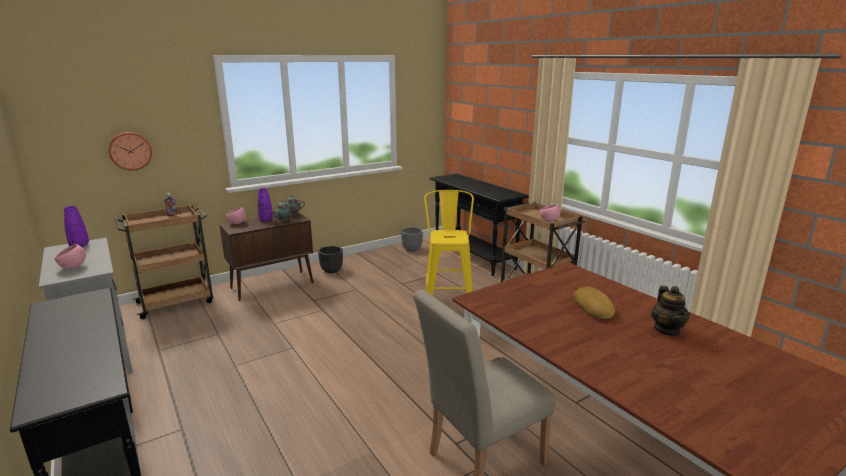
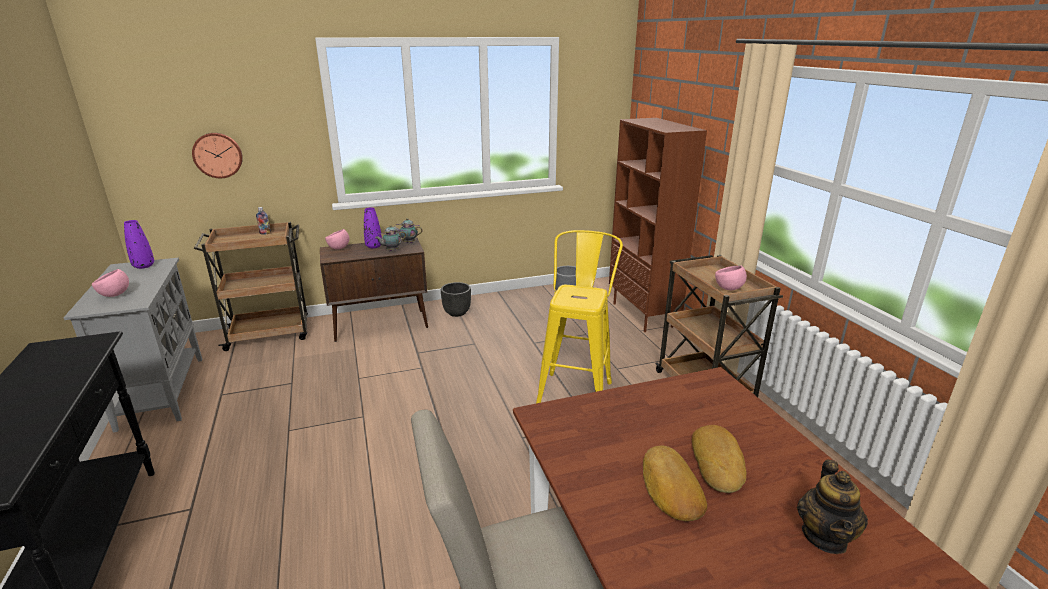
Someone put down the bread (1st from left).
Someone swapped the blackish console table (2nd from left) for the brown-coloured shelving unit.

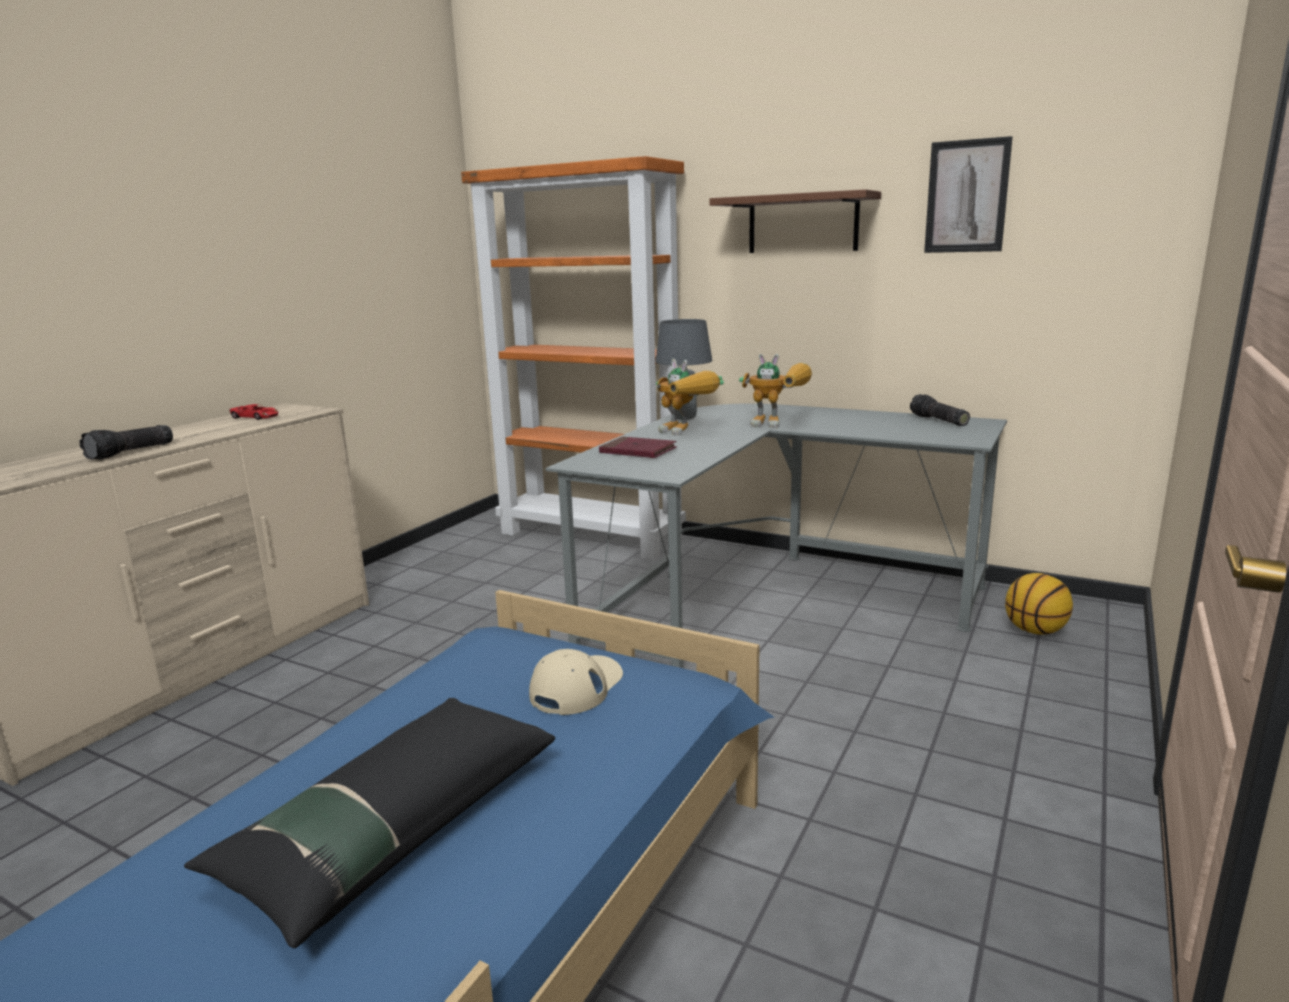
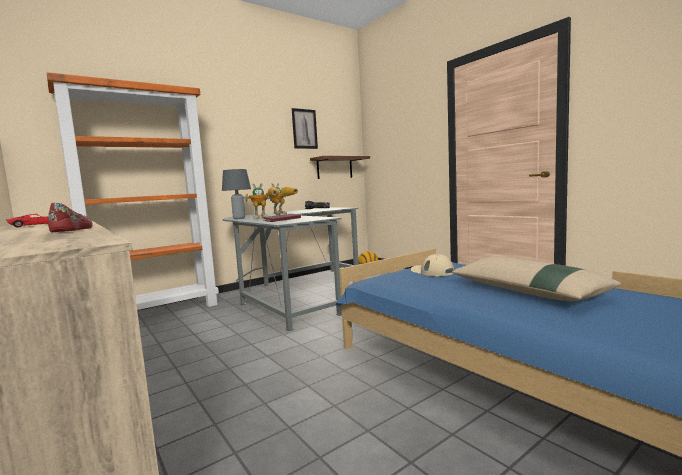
Someone carried the brown-coloured bracket shelf.
Someone swapped the torch (1st from left) for the reddish item of footwear.
Someone repainted the blackish pillow, which became the beige pillow.

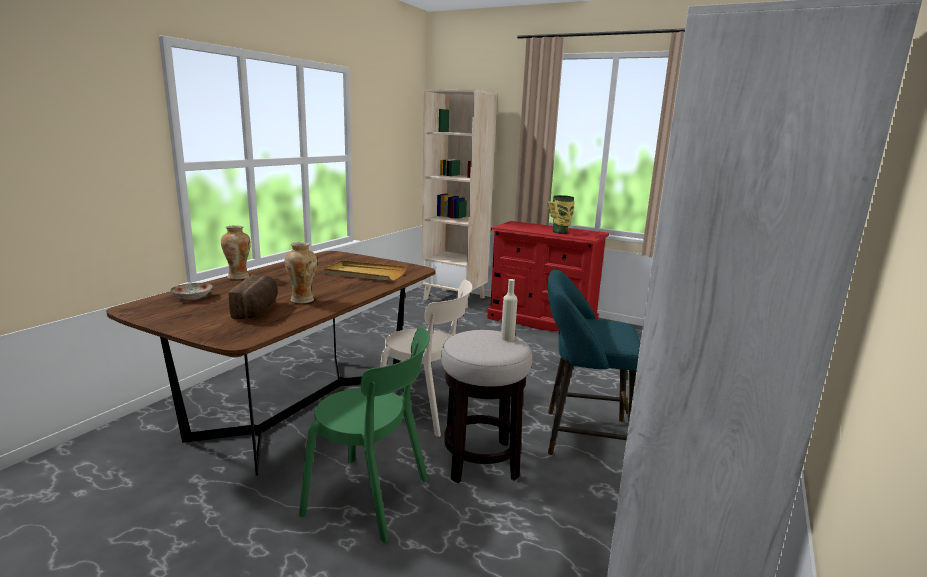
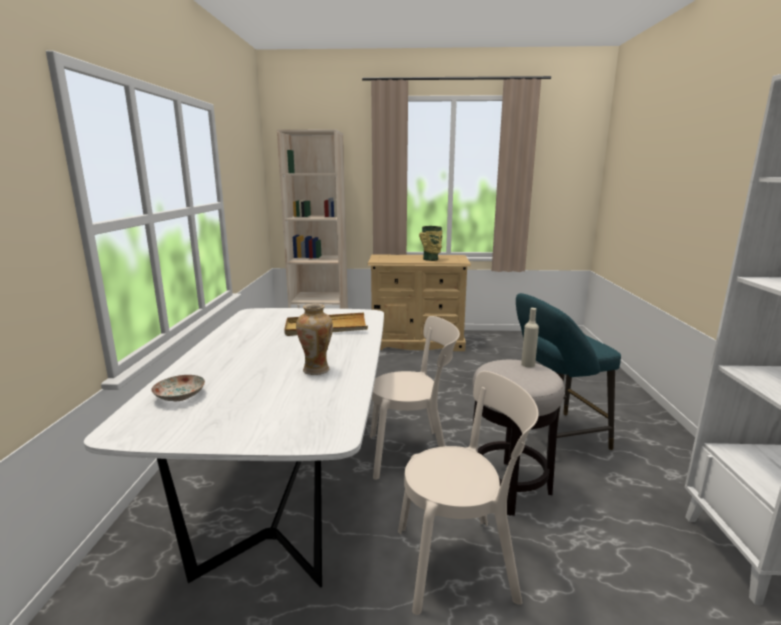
Someone took away the flower vase (1st from left).
Someone took away the bread.
Someone repainted the brown-coloured dinner table, which became the white dinner table.
Someone repainted the green upright chair, which became the beige upright chair (2nd from left).
Someone repainted the reddish drawer chest, which became the beige drawer chest.

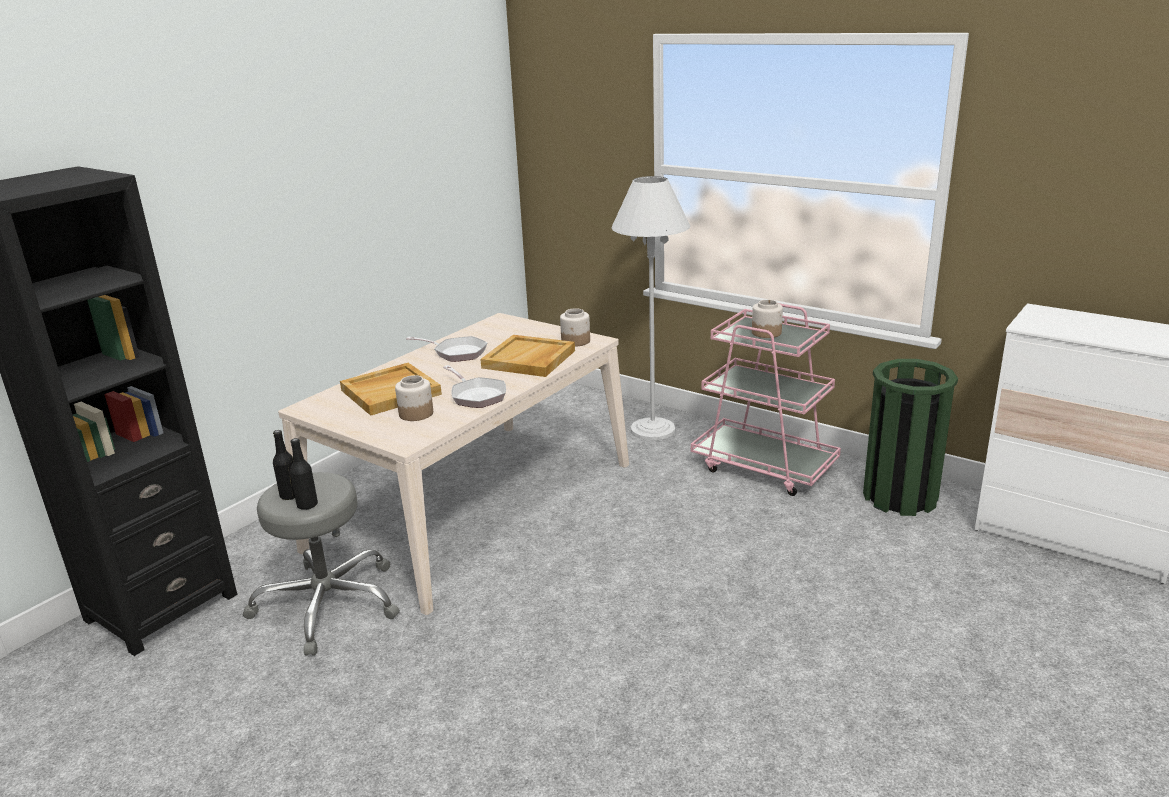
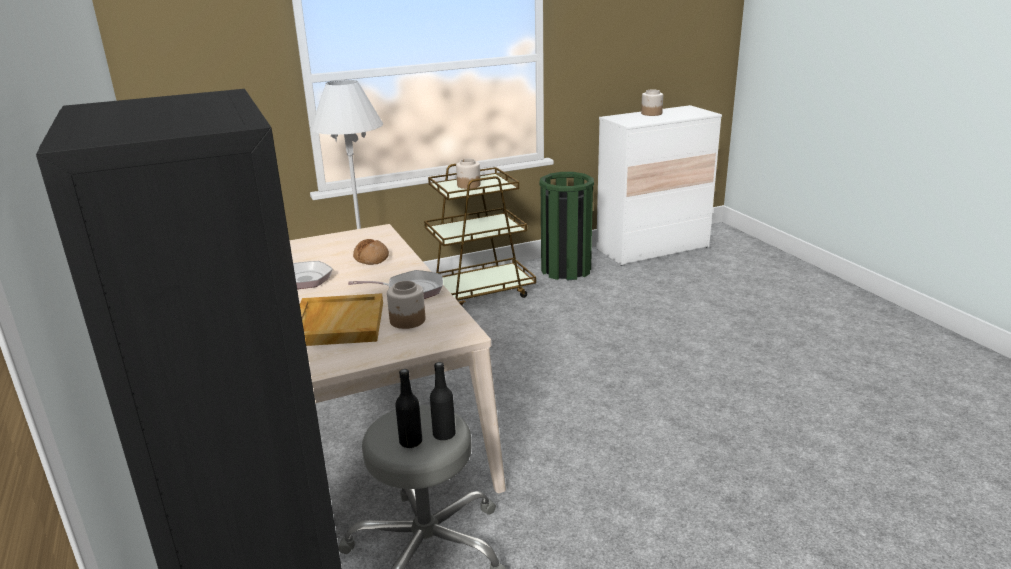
Someone carried the jar (2nd from left in the first image).
Someone swapped the beige carrying tray (2nd from left) for the bread.
Someone repainted the pink-coloured wheeled cart, which became the brown-coloured wheeled cart.

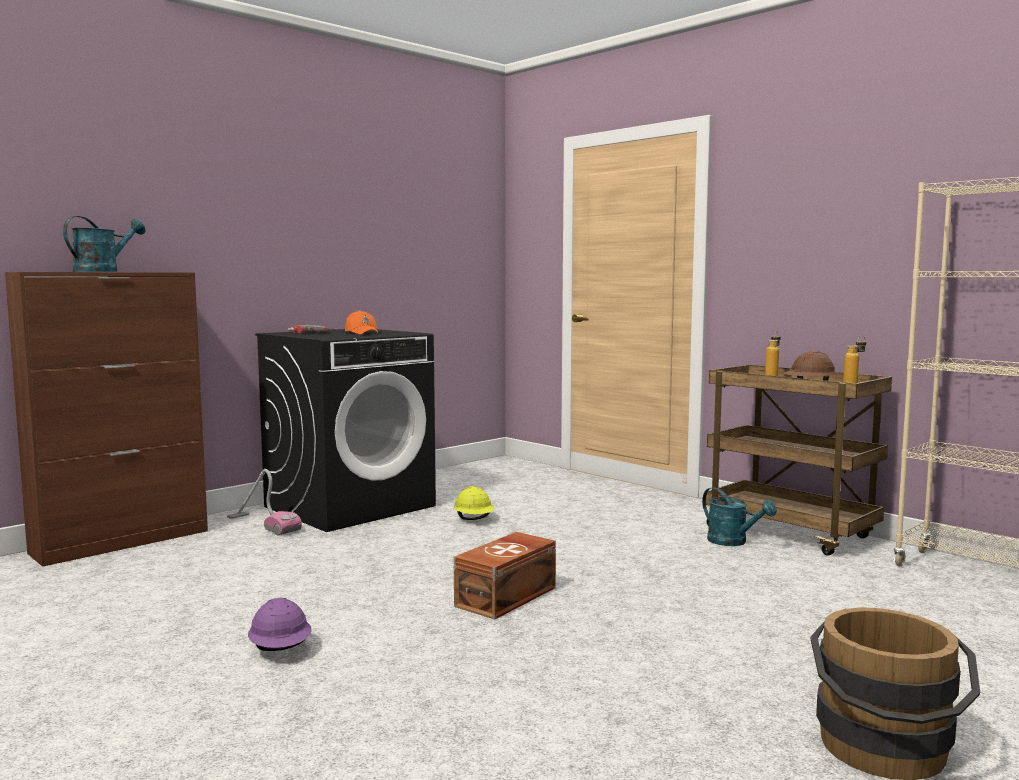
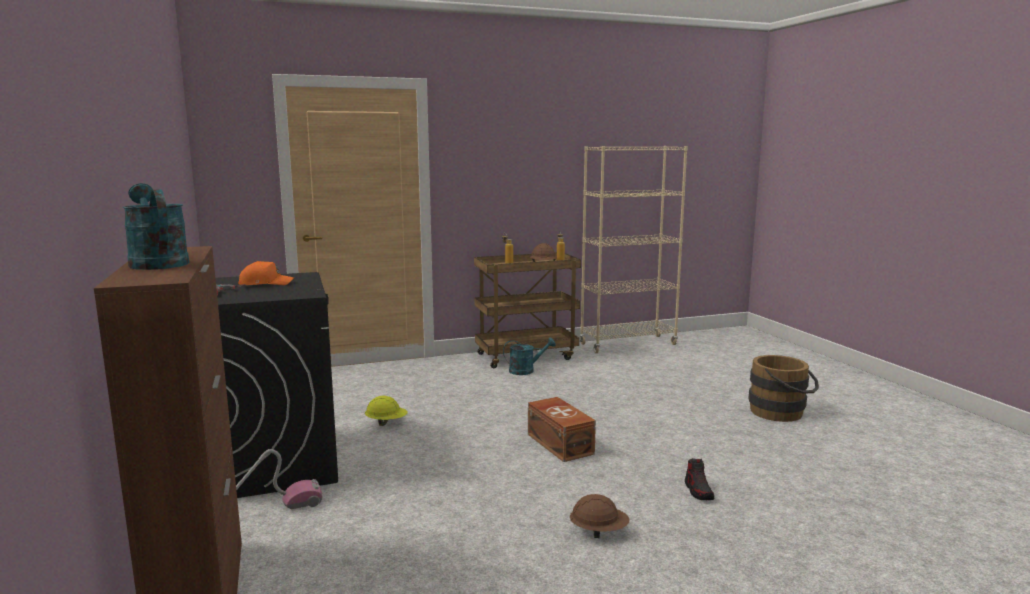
Someone put down the item of footwear.
Someone repainted the purplish safety helmet, which became the brown-coloured safety helmet (2nd from left).

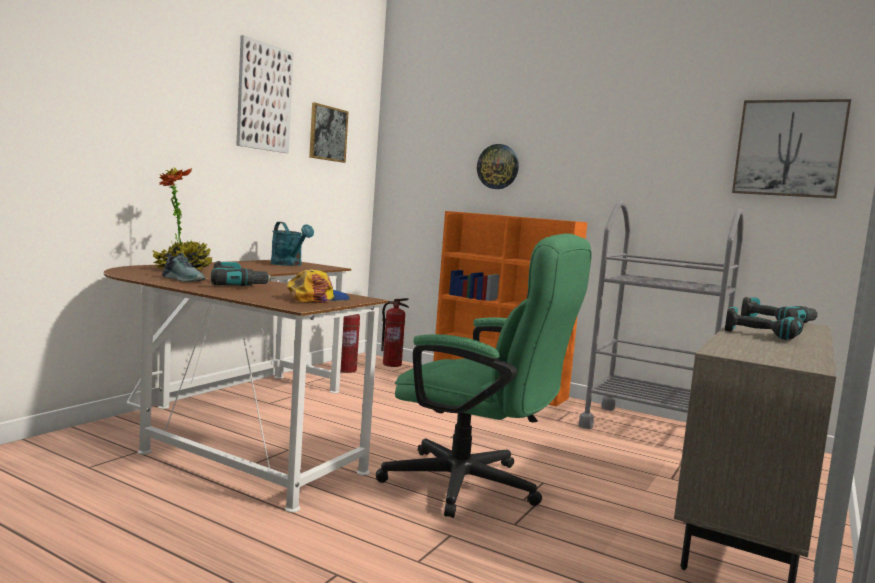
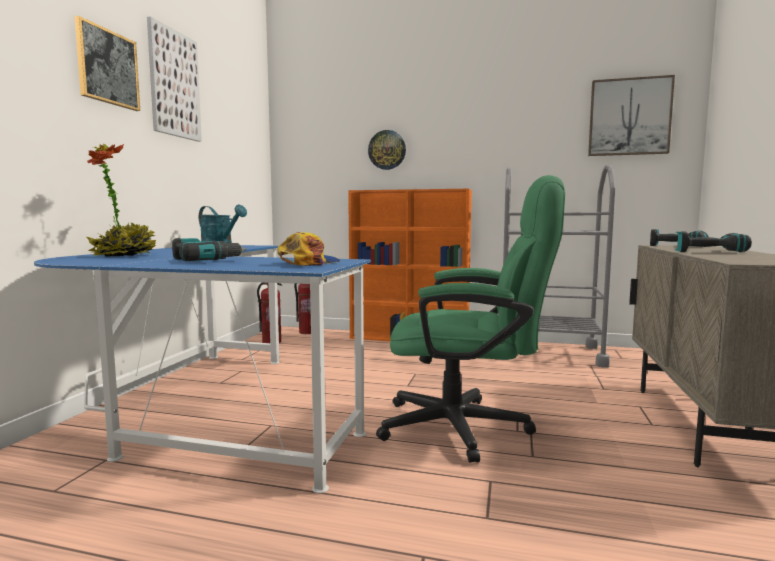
Someone took away the item of footwear.
Someone carried the wall art (2nd from left in the first image).
Someone repainted the brown-coloured desk table, which became the blue-coloured desk table.

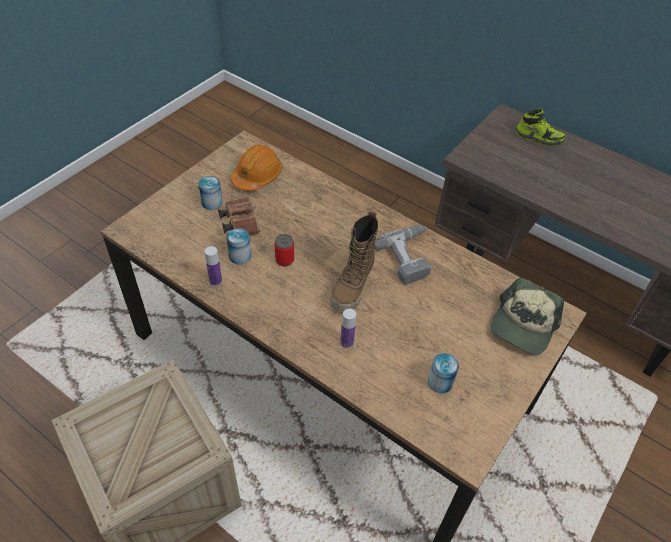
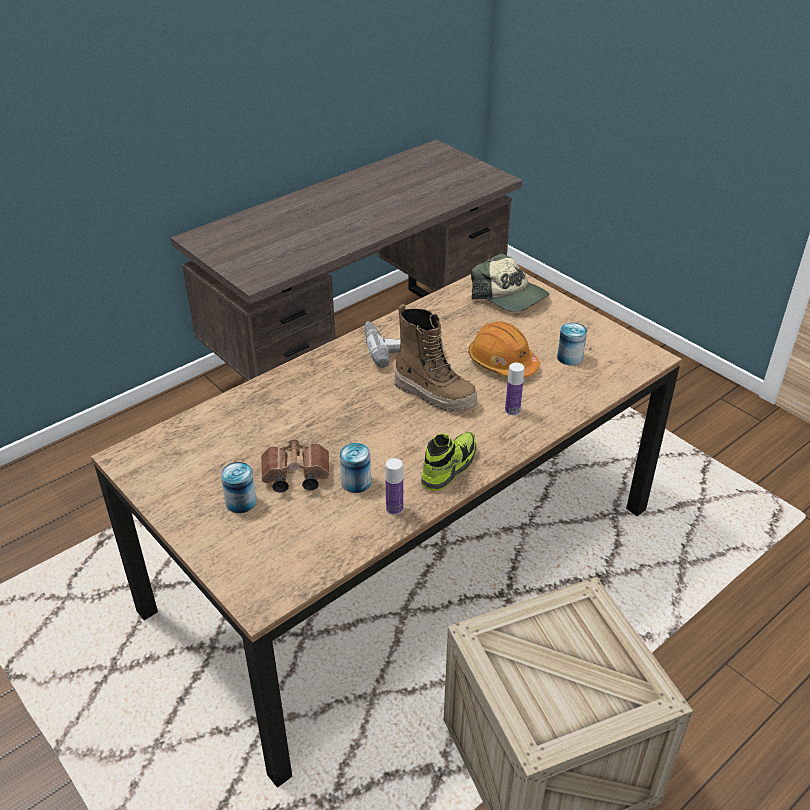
Someone took away the can (3rd from left).
Someone carried the orange safety helmet.
Someone carried the item of footwear.

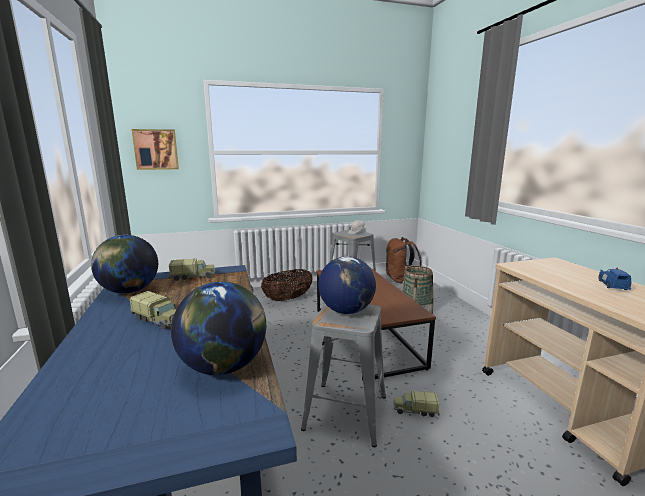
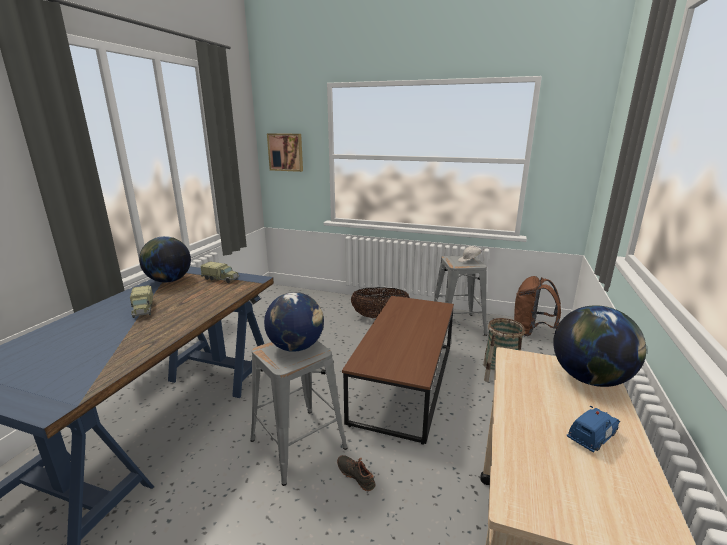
Someone carried the globe (2nd from left in the first image).
Someone swapped the model truck (3rd from left) for the blackish item of footwear.

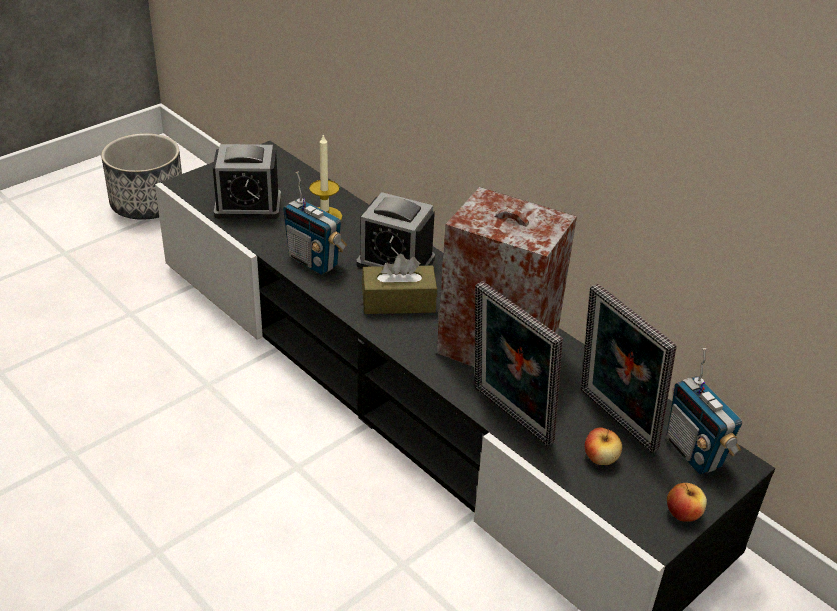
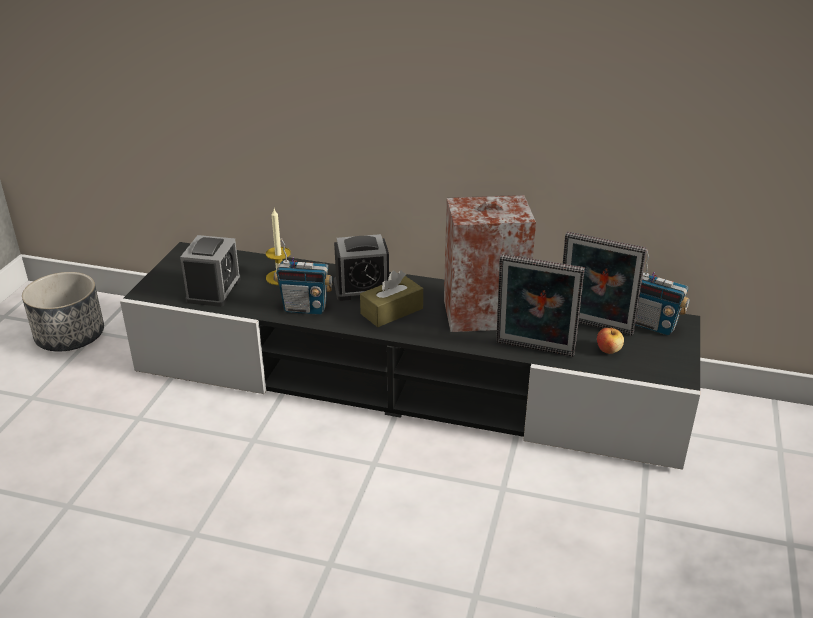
Someone took away the apple fruit (2nd from left).
Someone rotated the bedside clock (1st from left) by 45 degrees counterclockwise.

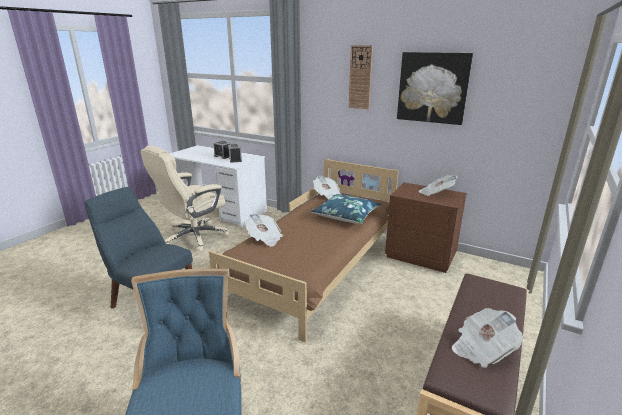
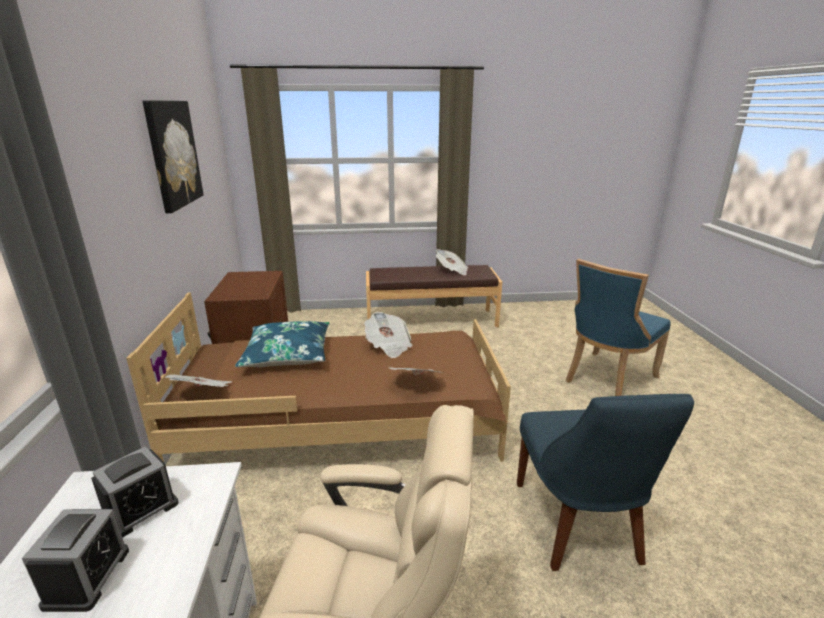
Someone took away the clock on the wall.
Someone carried the daily paper (3rd from left in the first image).

